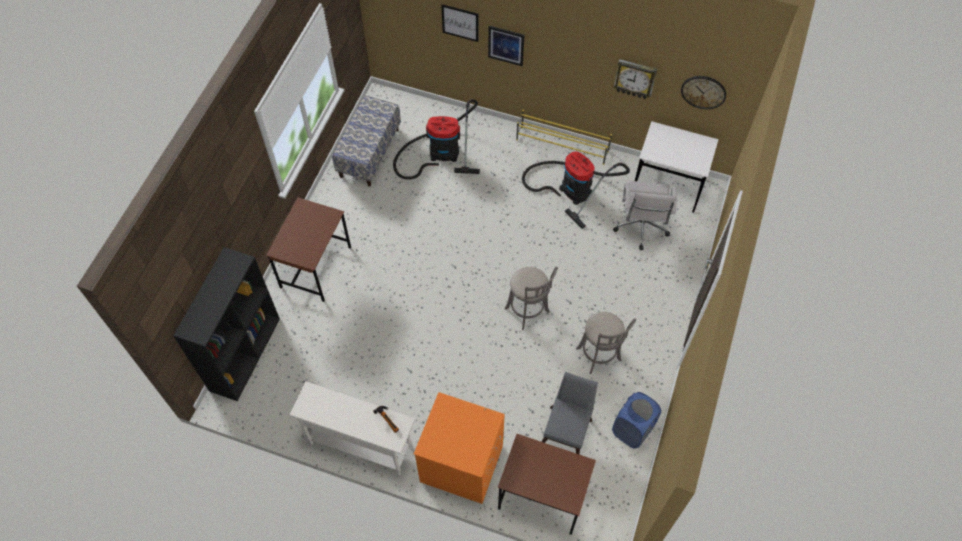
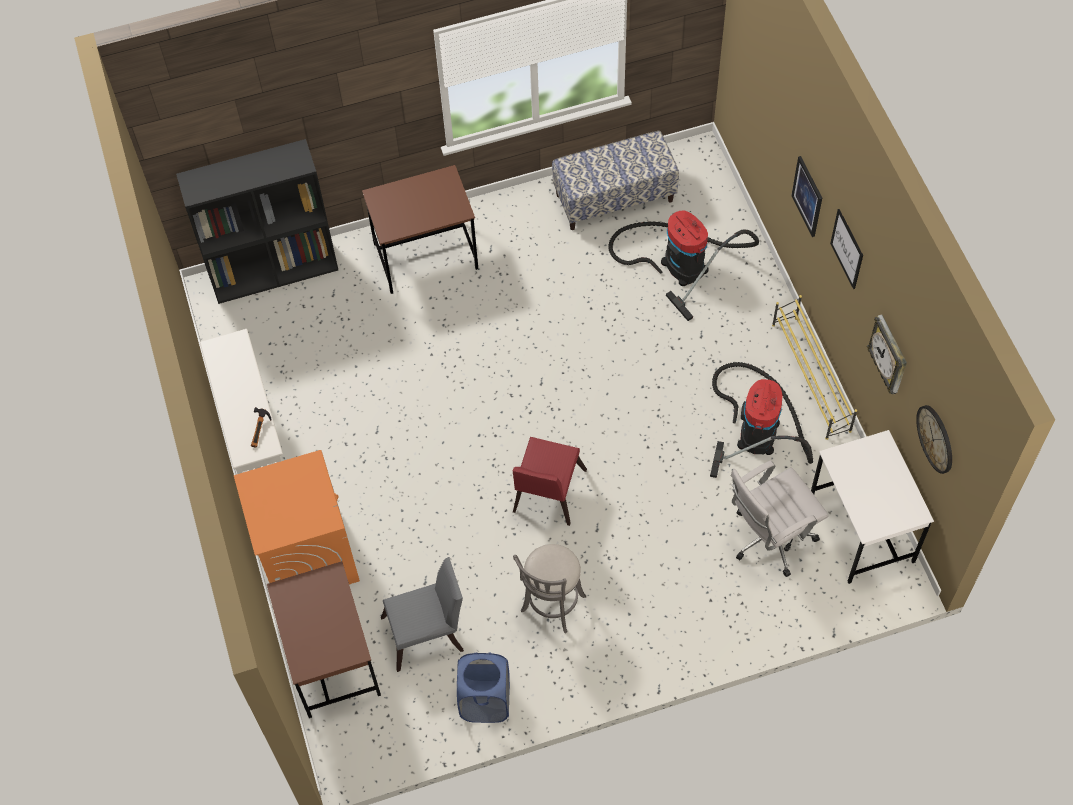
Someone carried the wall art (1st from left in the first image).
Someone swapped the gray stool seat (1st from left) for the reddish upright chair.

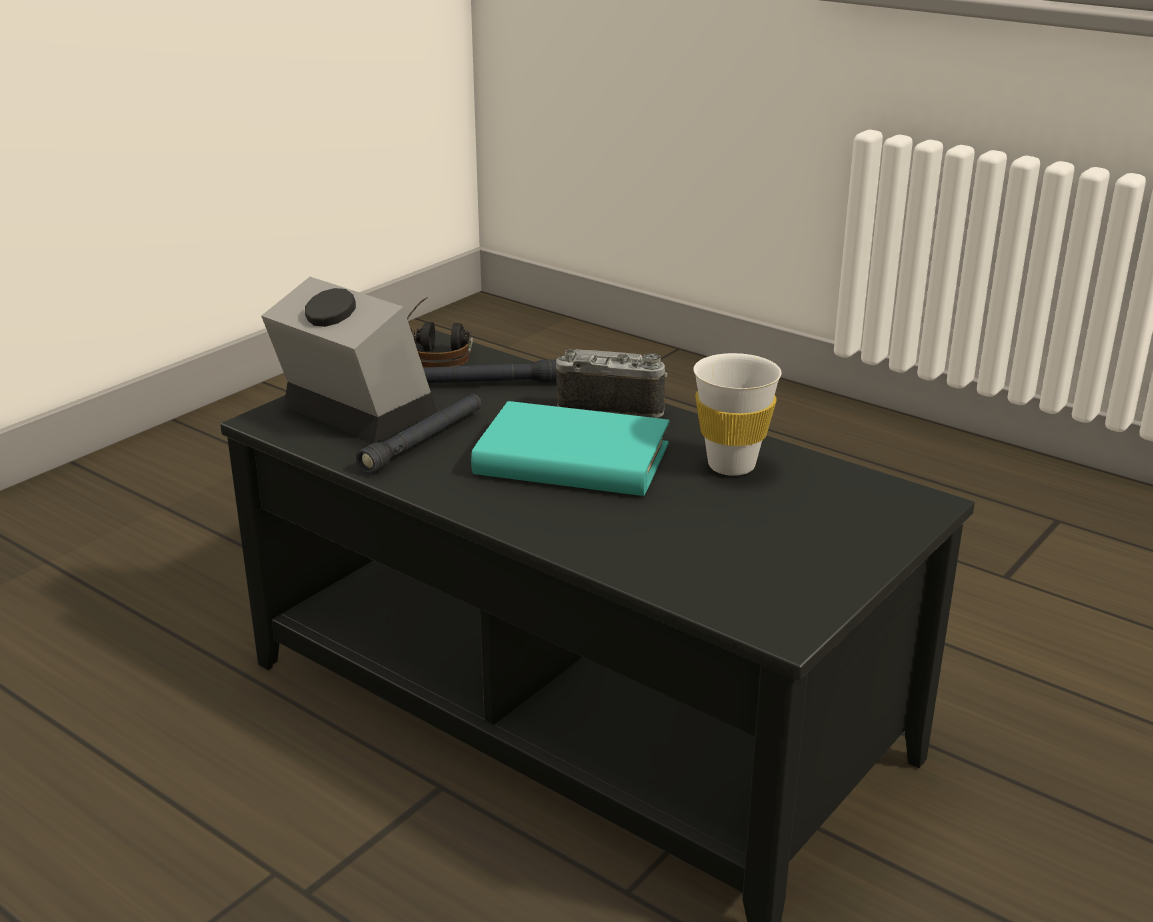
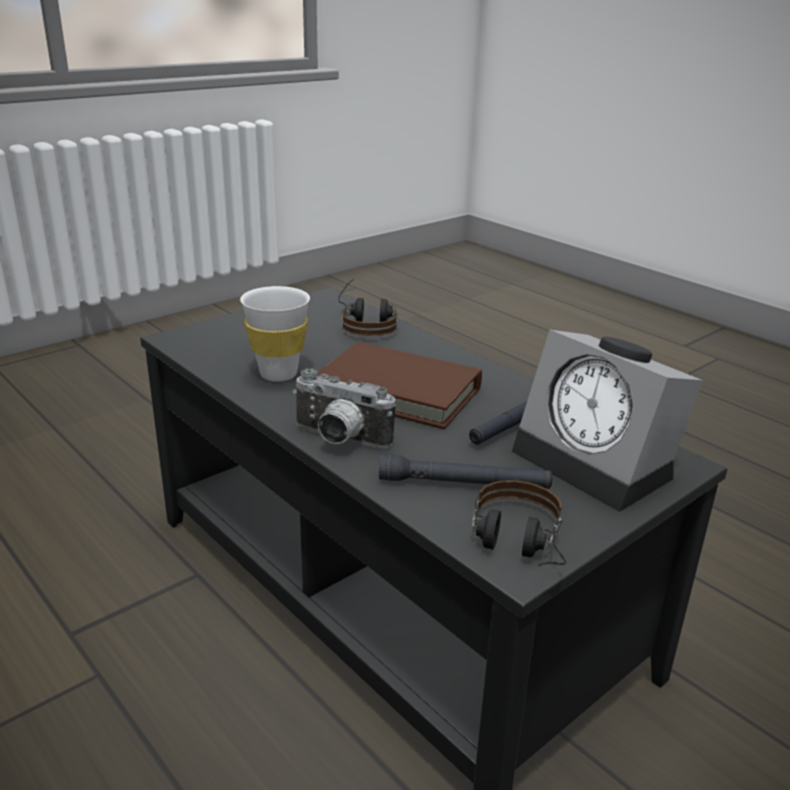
Someone put down the headphones (1st from left).
Someone repainted the turquoise-coloured volume, which became the brown-coloured volume.

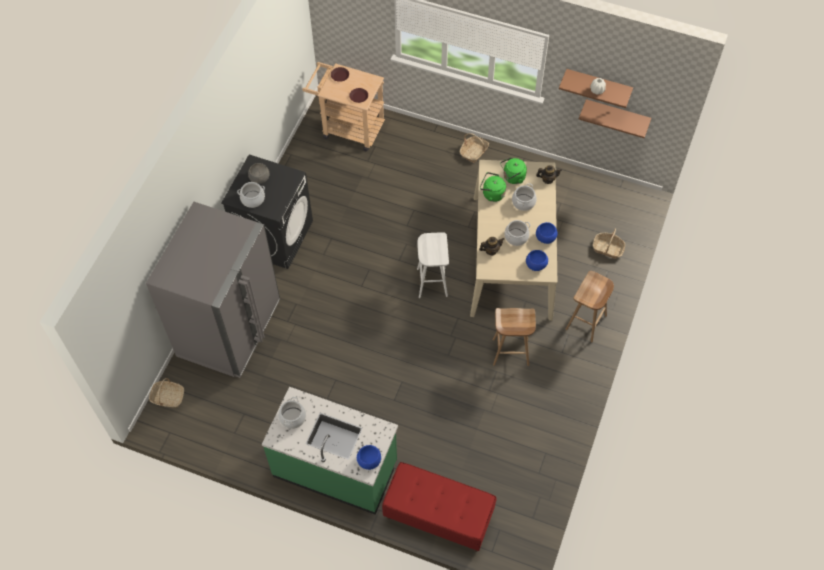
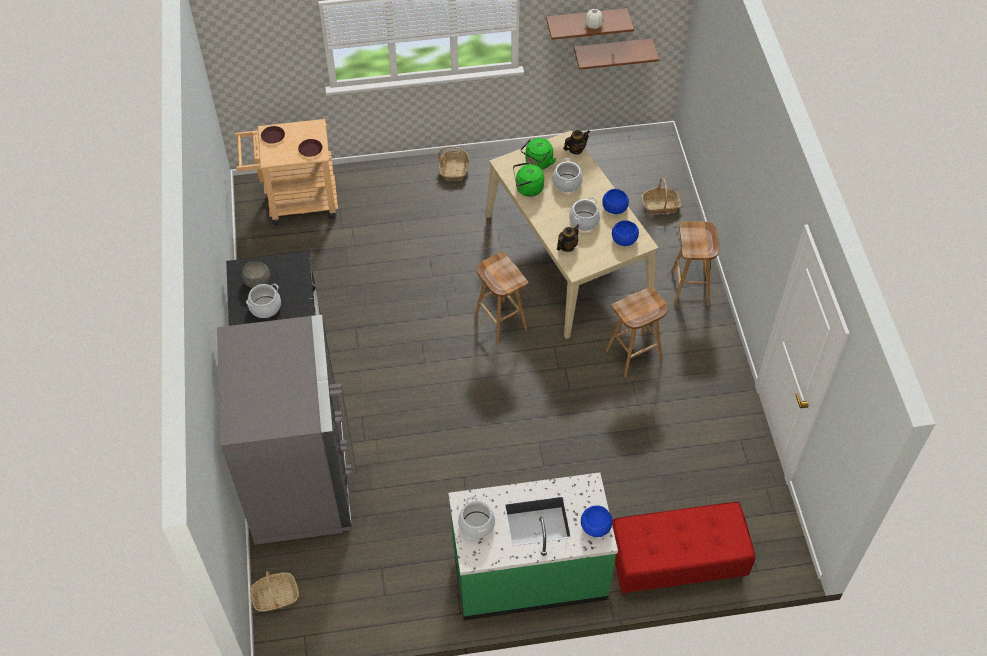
Someone repainted the white stool seat, which became the brown-coloured stool seat (1st from left).

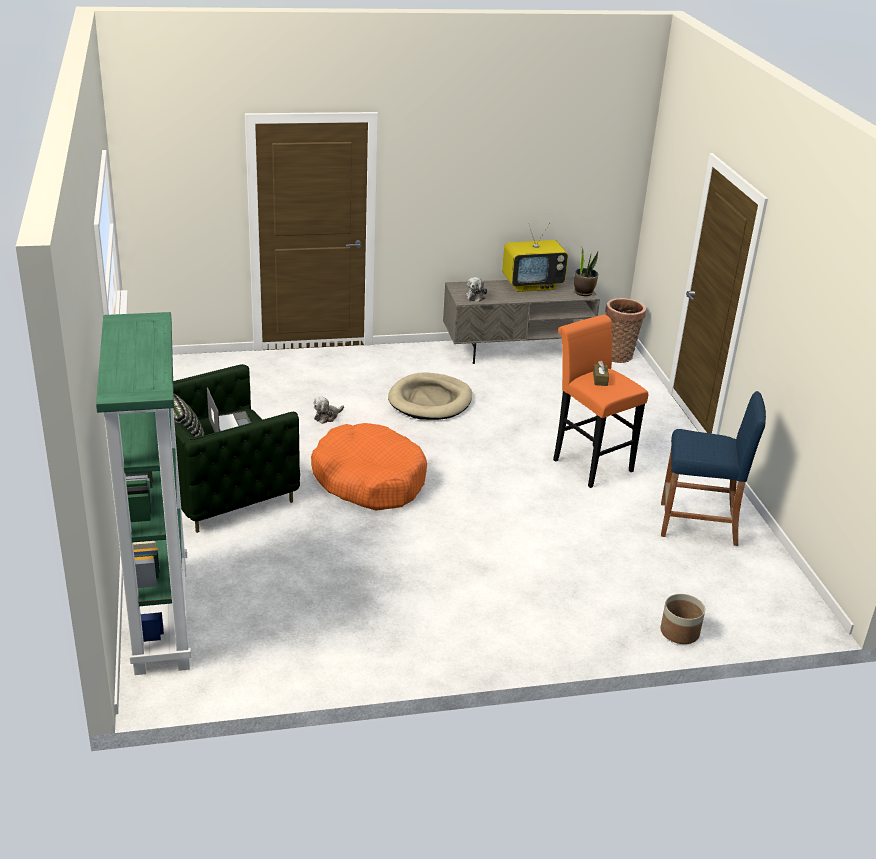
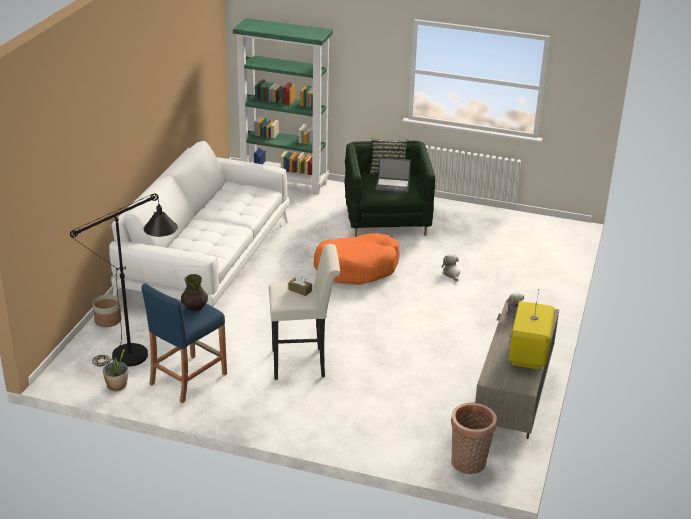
Someone took away the beige dog cushion.
Someone put down the blackish standing lamp.
Someone put down the white couch.
Someone put down the flower vase.
Someone carried the potted plant.
Someone repainted the orange stool seat, which became the white stool seat.

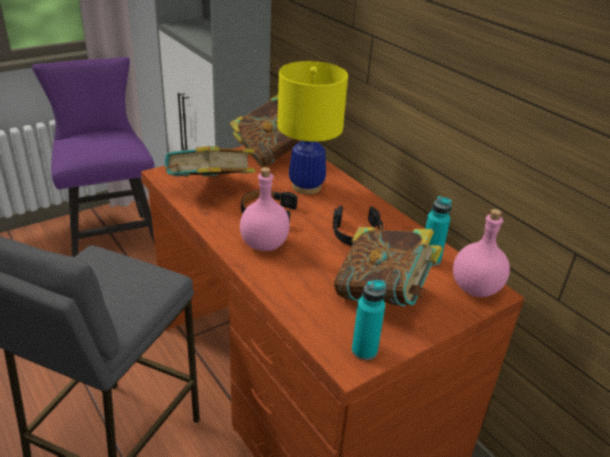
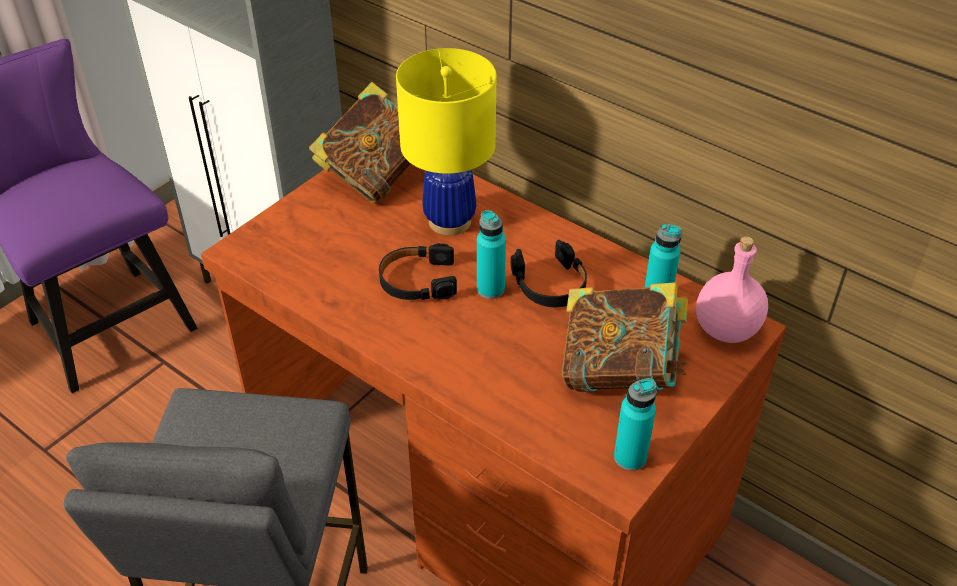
Someone took away the volume (1st from left).
Someone took away the pink-coloured bottle (1st from left).
Someone put down the turquoise-coloured bottle (1st from left).

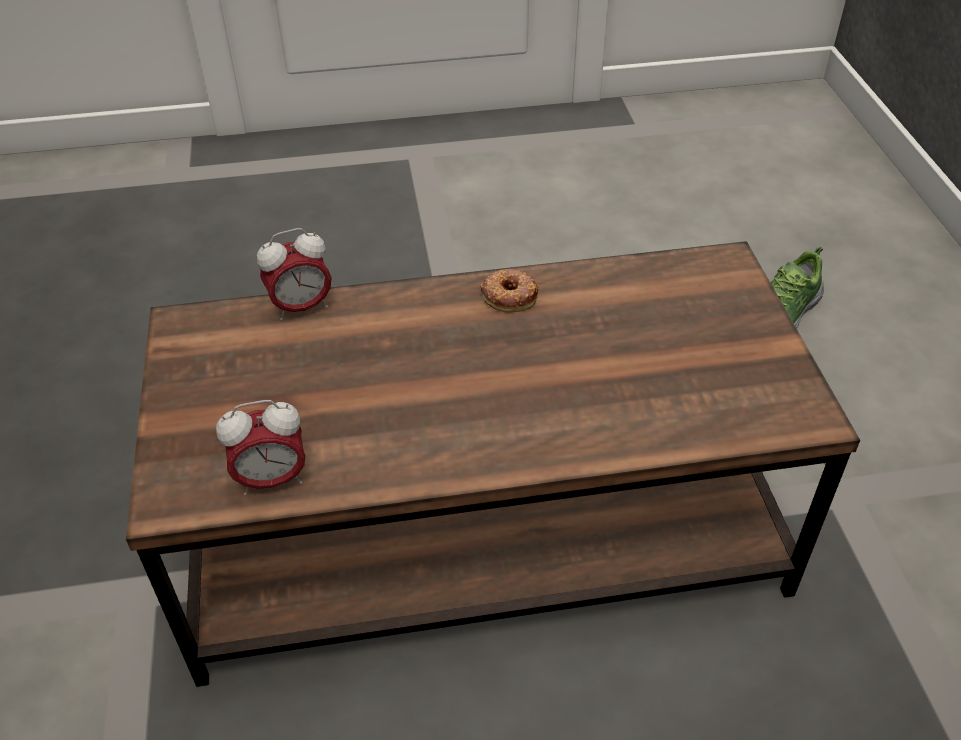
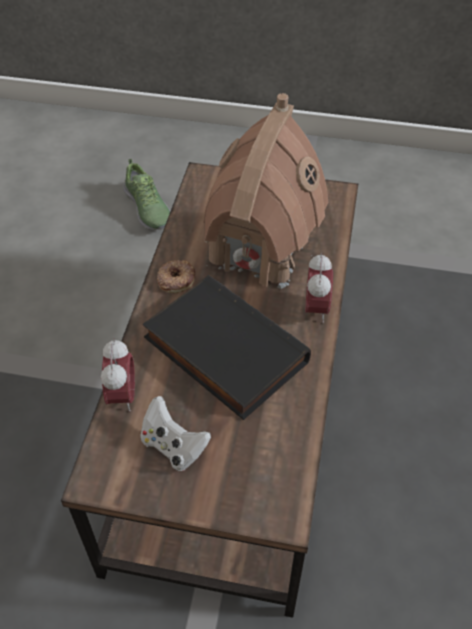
Someone put down the white game controller.
Someone put down the blackish volume.
Someone put down the toy house.
Someone carried the bedside clock (1st from left in the first image).

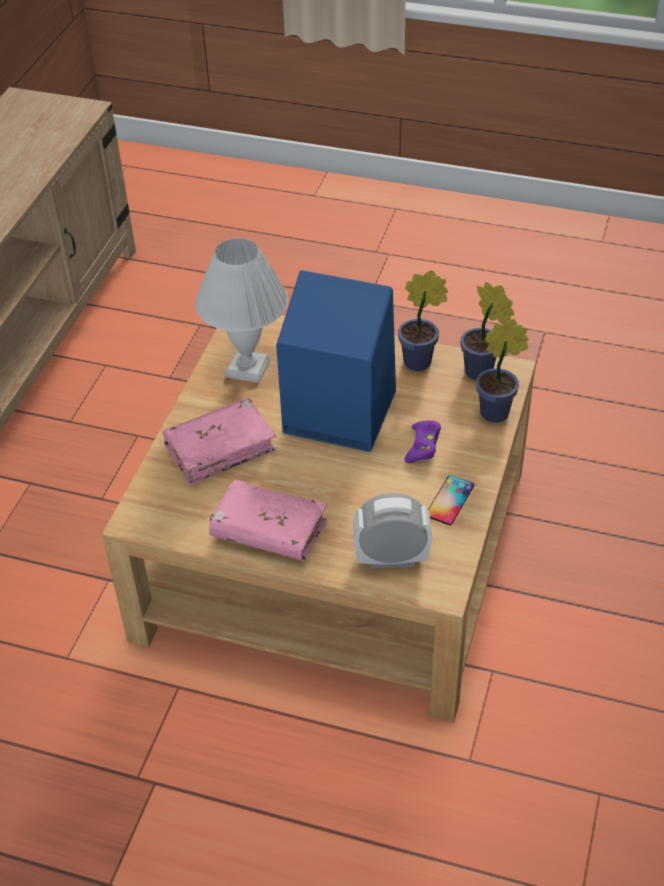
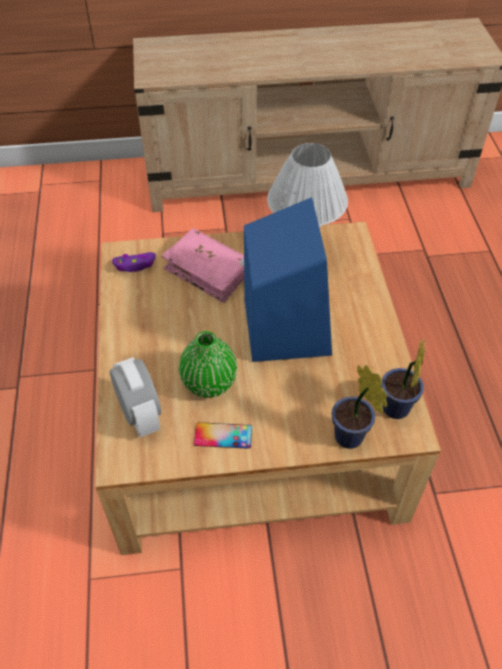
Someone took away the pink-coloured volume (2nd from left).
Someone took away the potted plant (1st from left).
Someone put down the green flower vase.
Someone carried the purplish game controller.

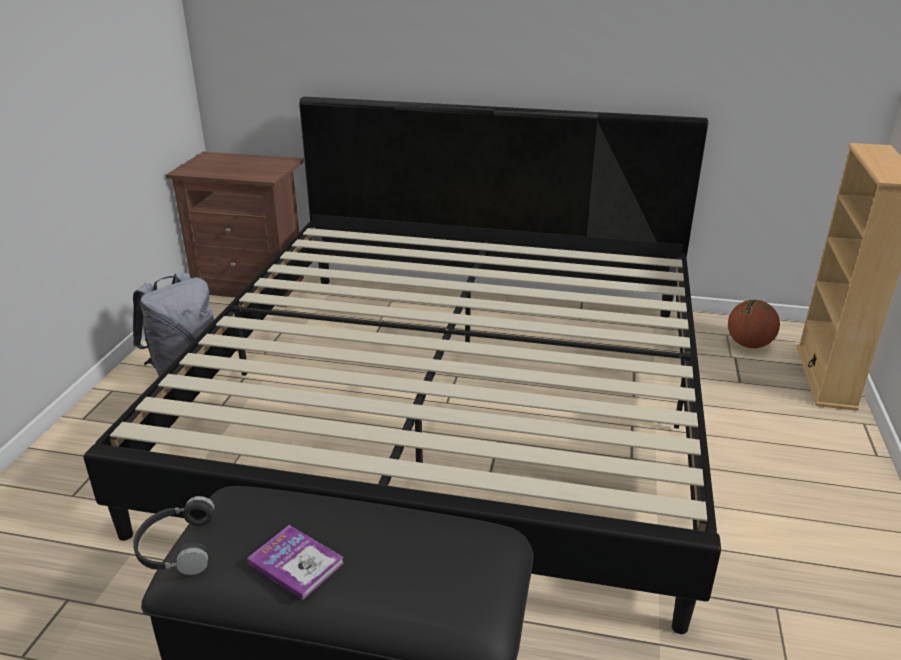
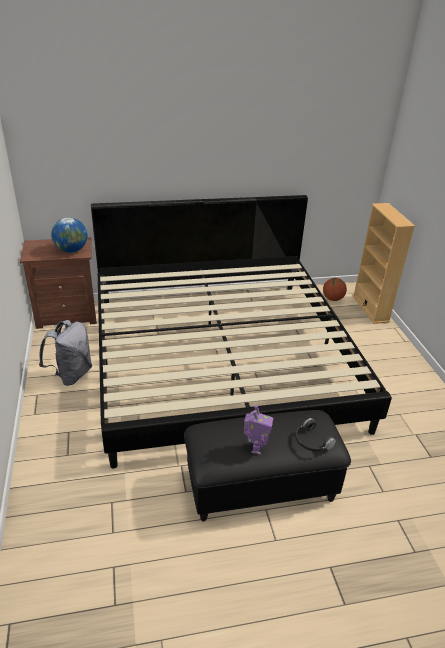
Someone put down the globe.
Someone carried the blackish headphones.
Someone swapped the volume for the model robot.

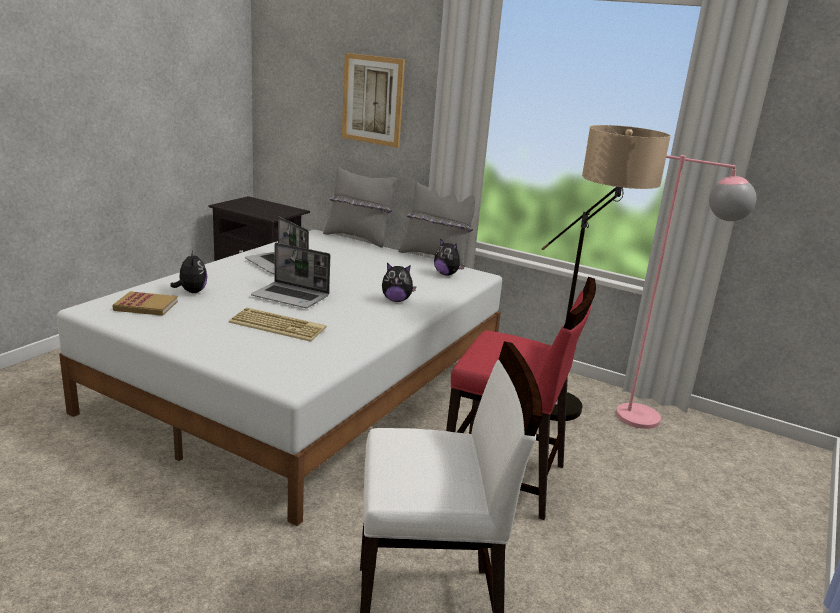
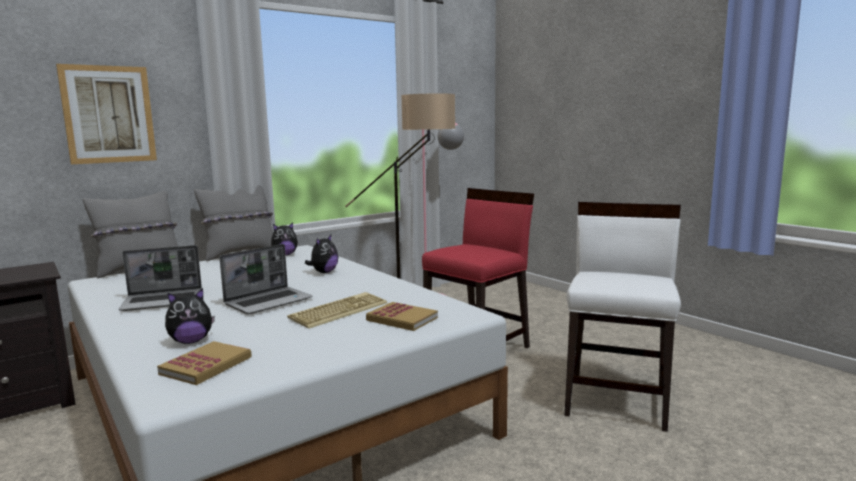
Someone put down the volume (2nd from left).
Someone rotated the soft toy (1st from left) by 150 degrees clockwise.

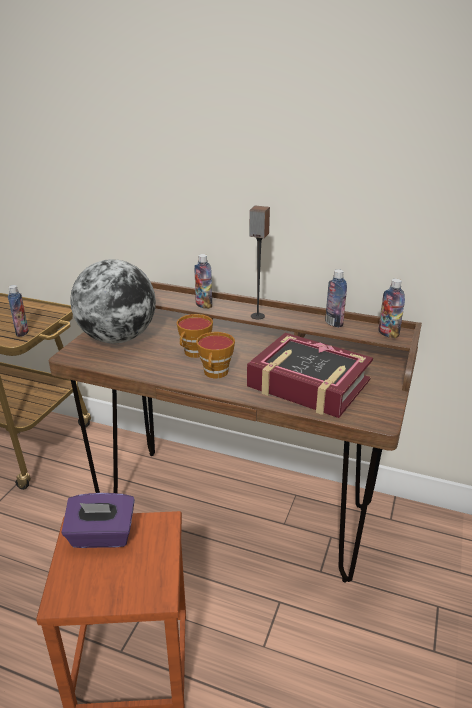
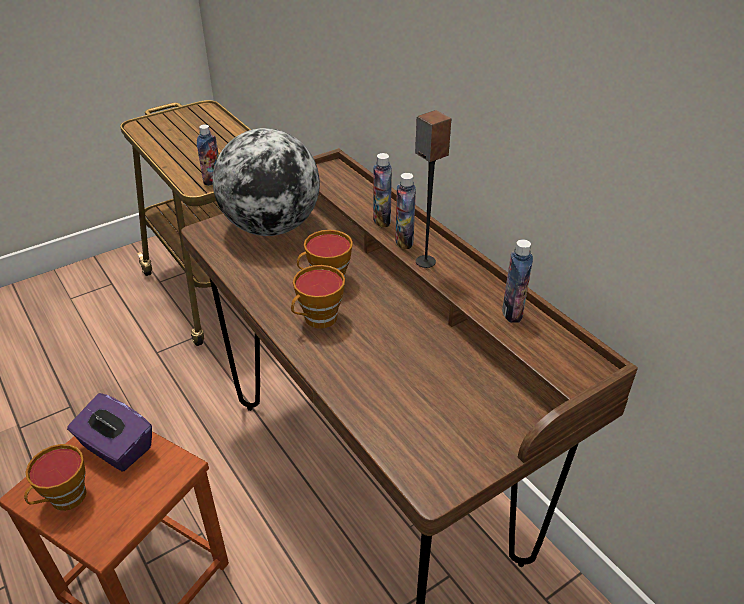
Someone took away the volume.
Someone put down the small cup (1st from left).
Someone carried the bottle (4th from left in the first image).

